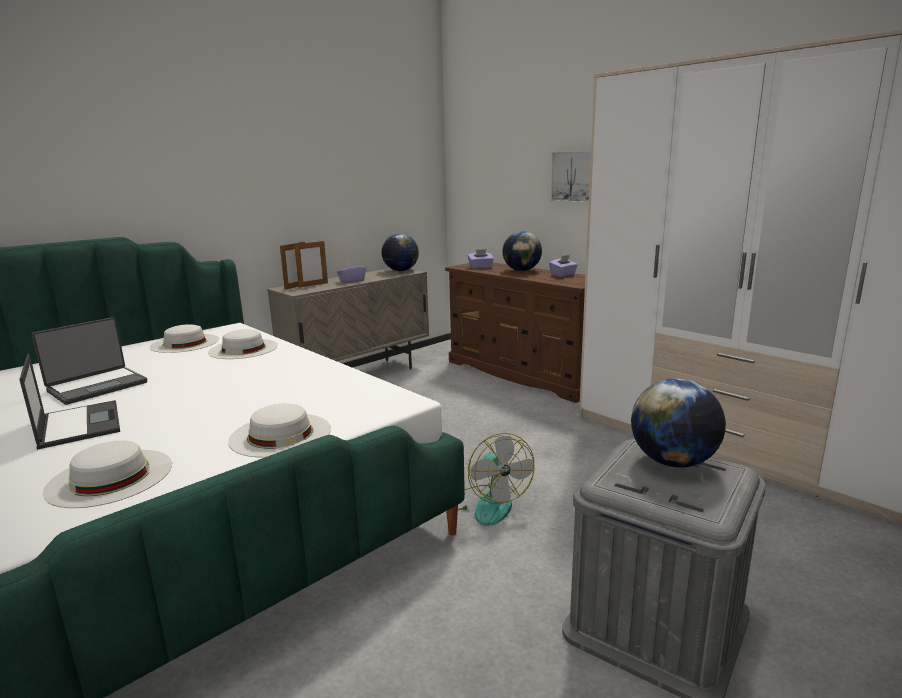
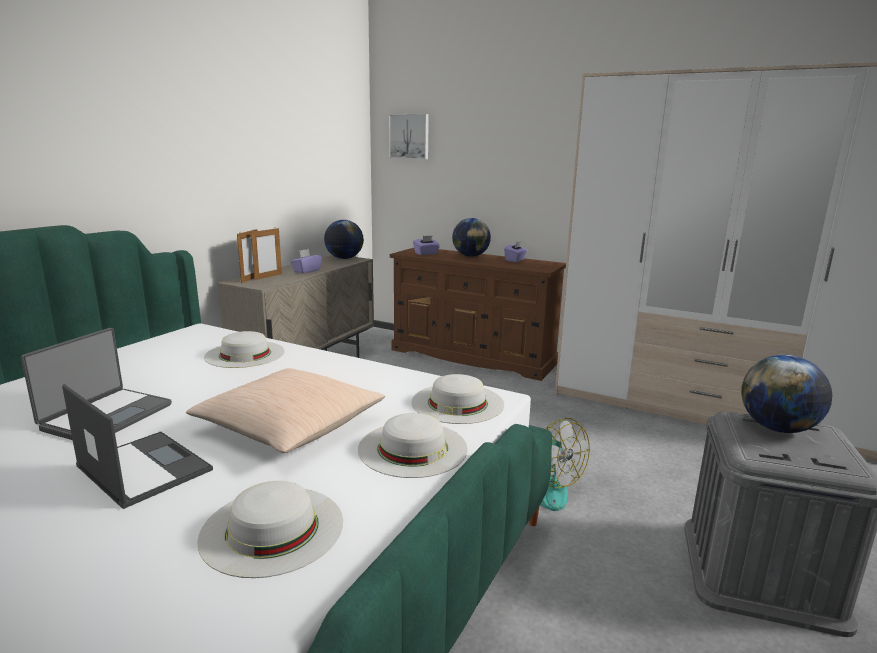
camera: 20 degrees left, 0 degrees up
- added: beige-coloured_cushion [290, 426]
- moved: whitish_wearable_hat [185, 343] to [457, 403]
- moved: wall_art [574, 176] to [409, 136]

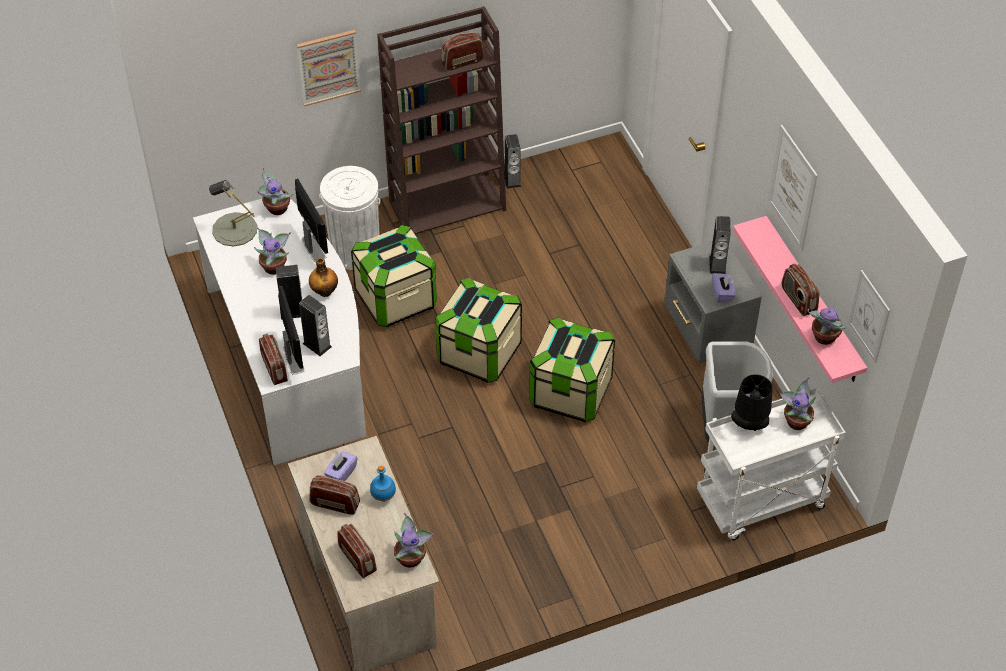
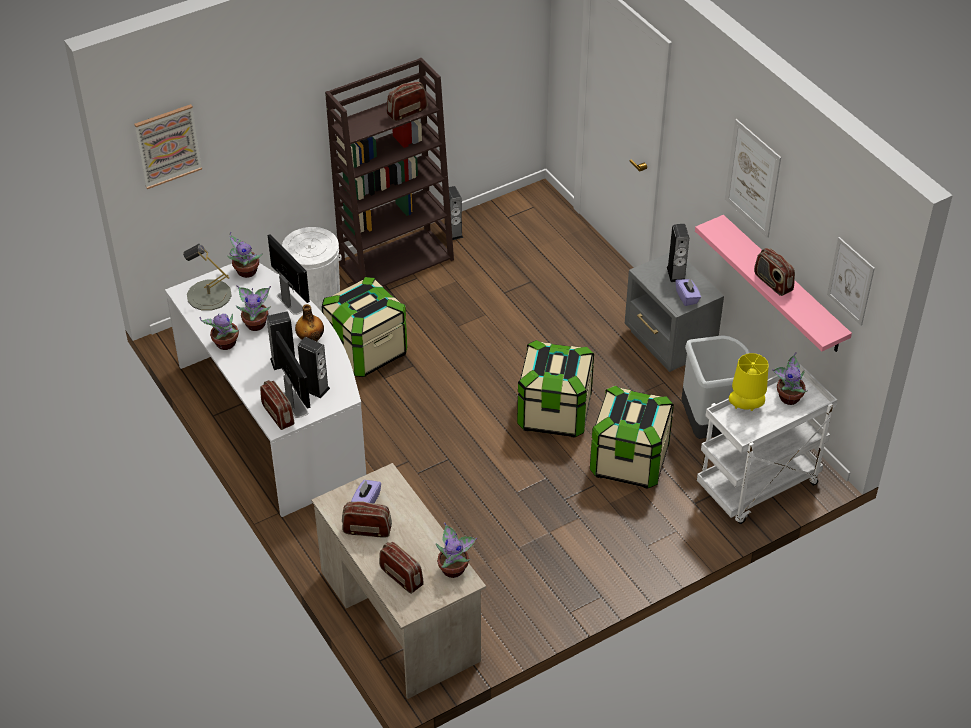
camera: 10 degrees left, 5 degrees down
- removed: bluish_drink_bottle [383, 496]
- moved: wall_art [328, 67] to [168, 146]
- moved: storage_bin [479, 353] to [629, 461]
- moved: houseplant [824, 338] to [225, 344]
- recoloured: black-coloured_tabletop_lamp [749, 426] to yellowish_tabletop_lamp [746, 407]

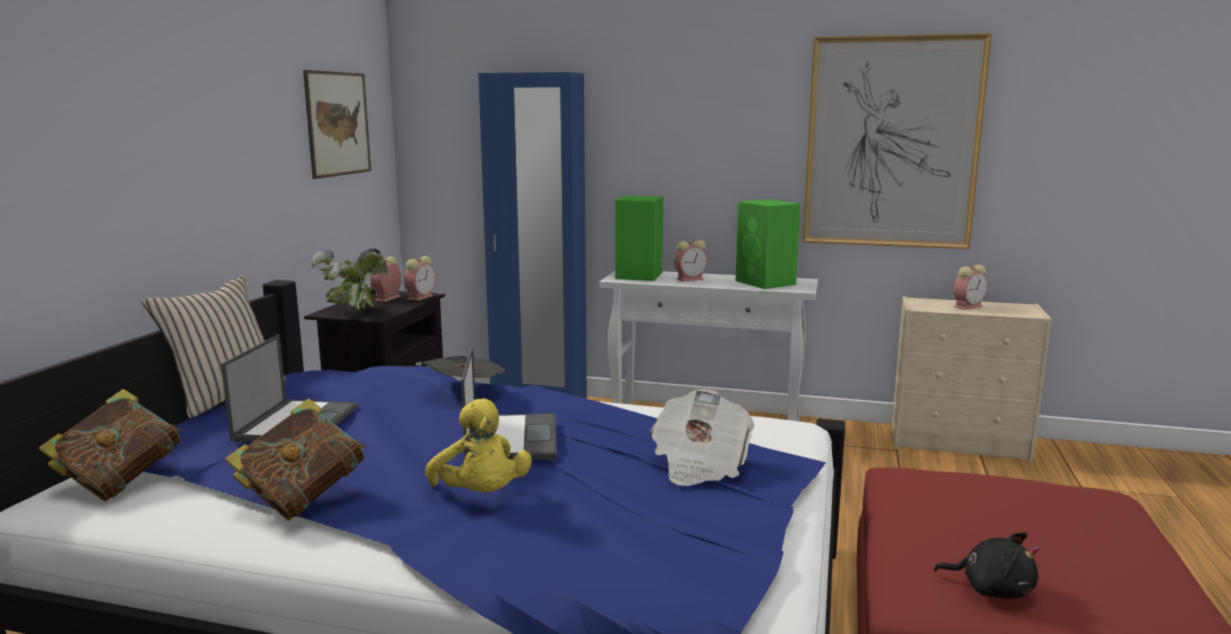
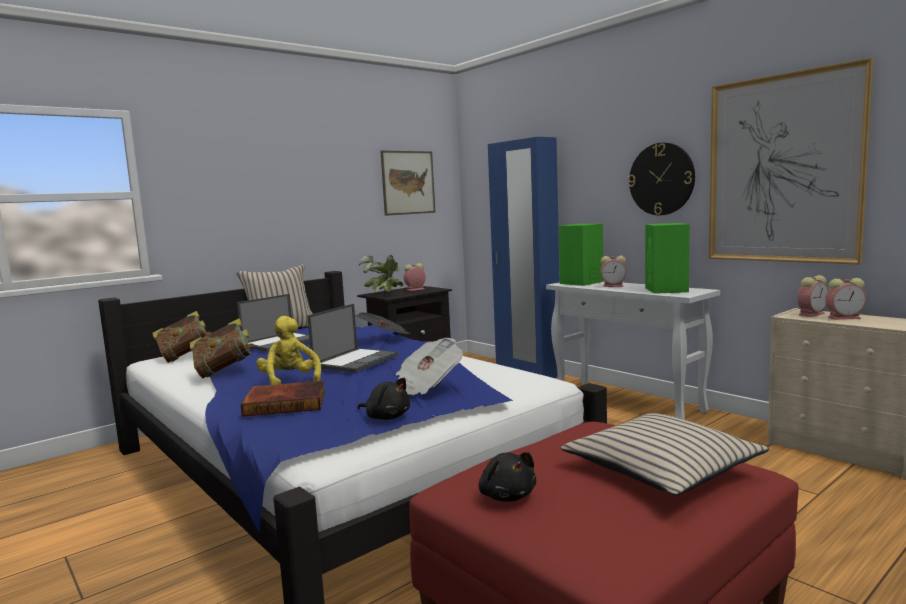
camera: 35 degrees right, 5 degrees down
- added: book [286, 402]
- added: black-coloured_cuddly_toy [386, 417]
- added: beige-coloured_cushion [661, 469]
- added: wall_clock [661, 179]
- moved: alarm_clock [421, 297] to [812, 314]
- turned: yellowish_cuddly_toy [481, 496] = [290, 382] 150 degrees clockwise

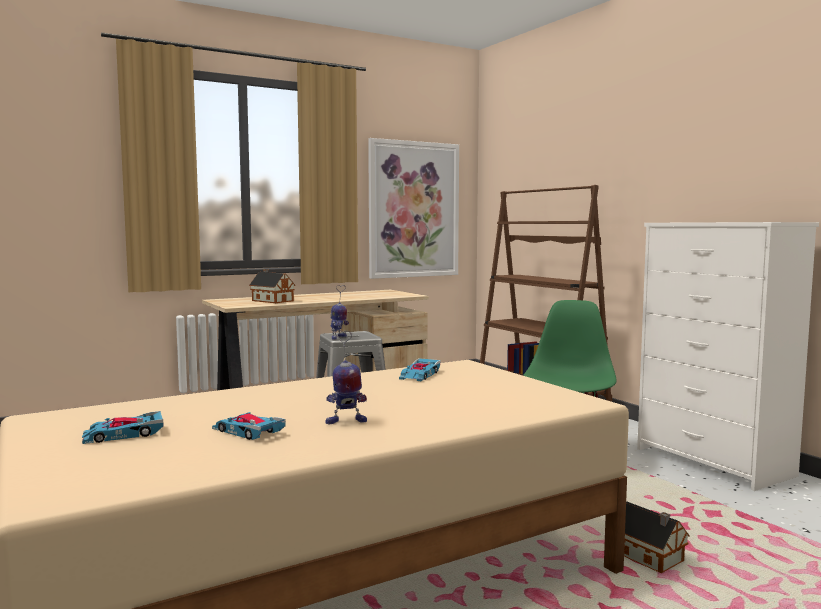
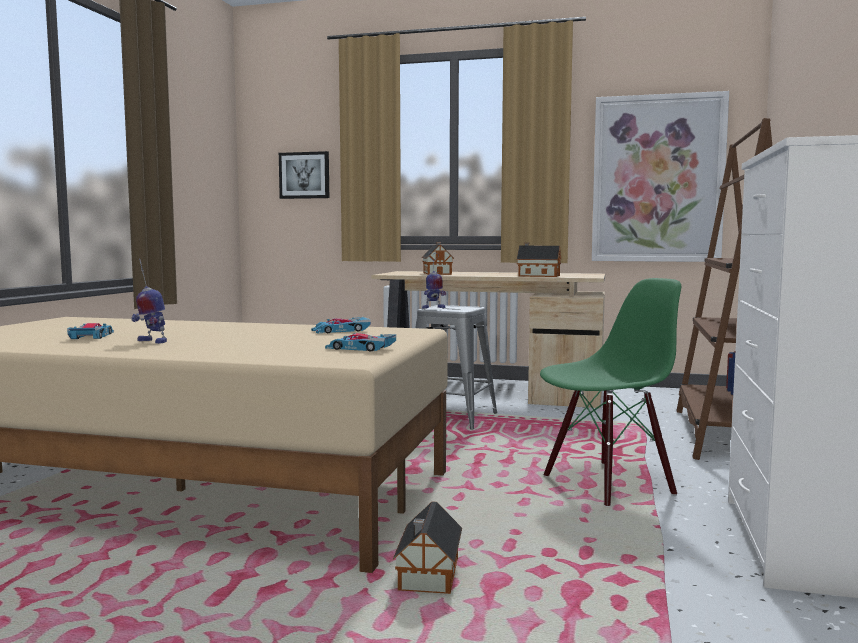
camera: 45 degrees right, 0 degrees up
- added: wall_art [304, 175]
- added: toy_house [537, 276]
- moved: toy_car [123, 434] to [360, 348]

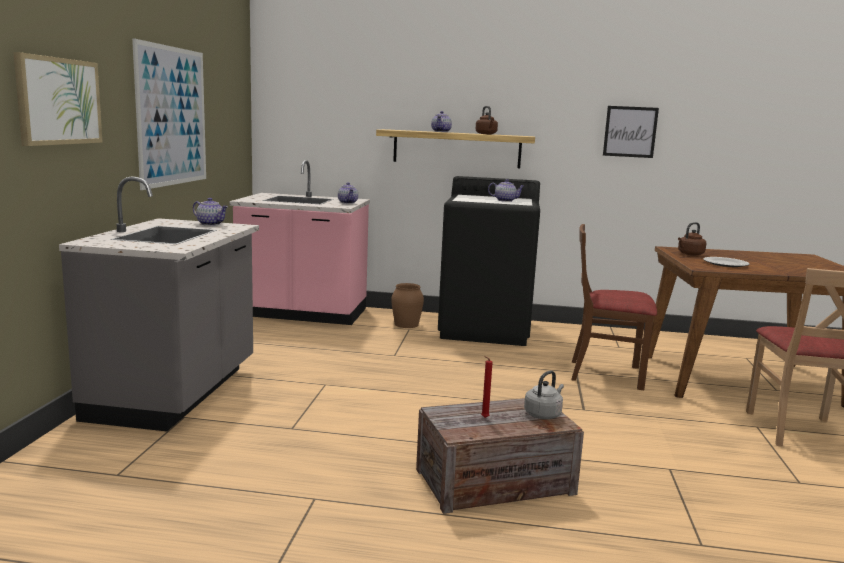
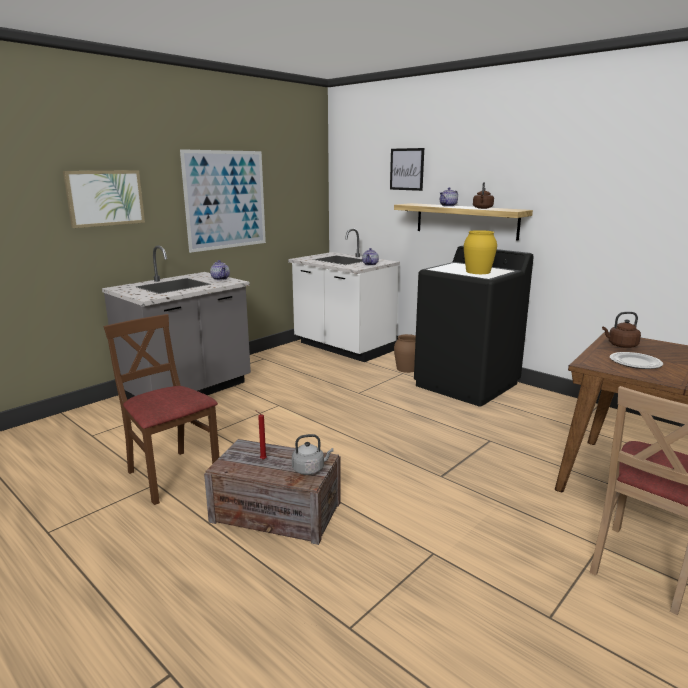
camera: 35 degrees right, 5 degrees up
- moved: brown-coloured_plain_chair [606, 374] to [172, 475]
- moved: wall_art [630, 131] to [407, 169]
- replaced: pot_for_tea [505, 200] to yellowish_vase [478, 272]
- recoloured: pinkish_kitchen_base_unit [302, 314] to whitish_kitchen_base_unit [343, 347]

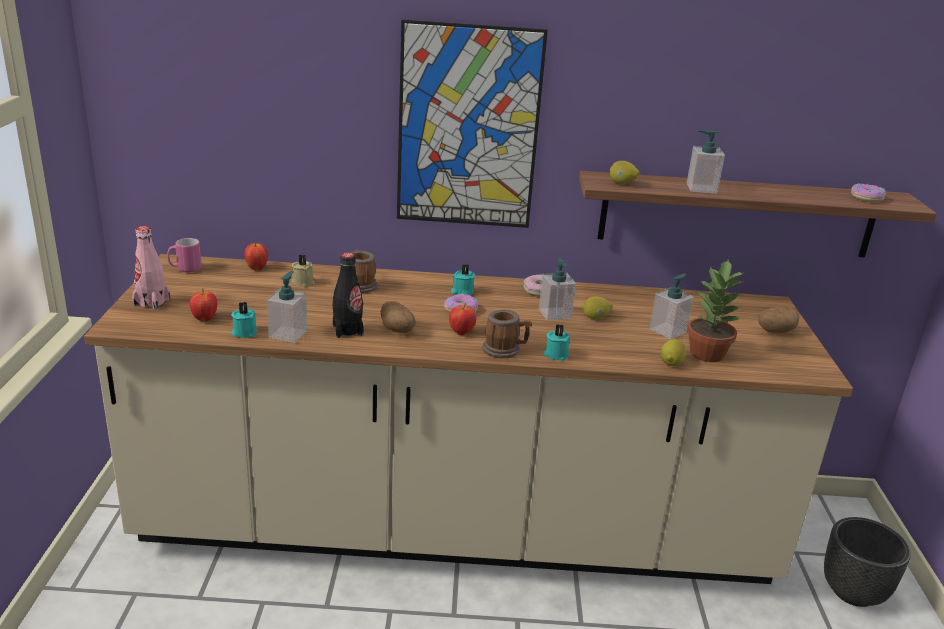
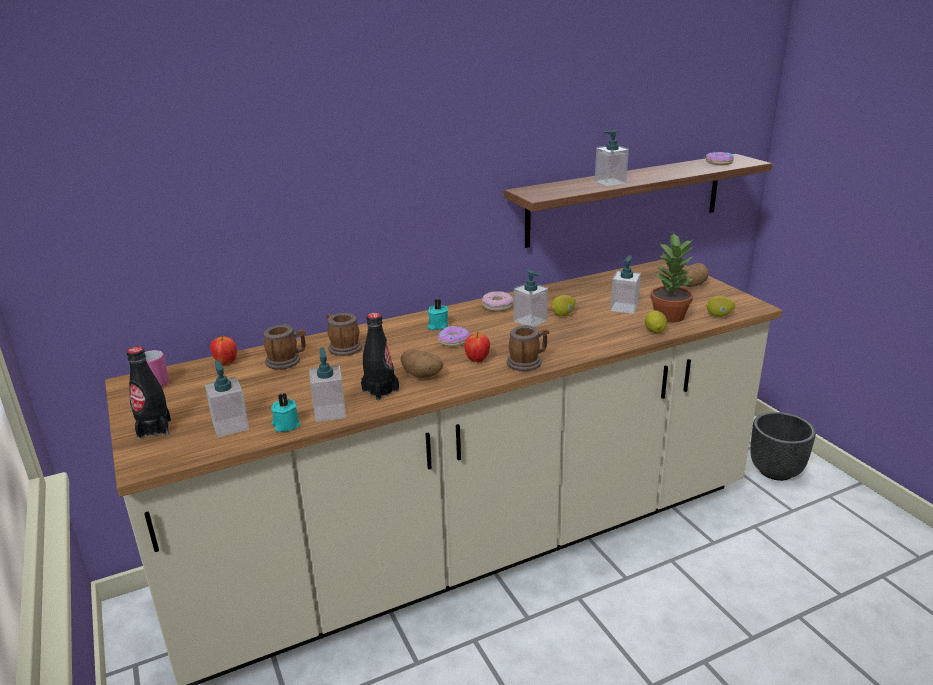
camera: 25 degrees left, 0 degrees up
- removed: wall_art [468, 128]
- removed: turquoise_candle [556, 354]
- moved: whole_lemon [622, 183] to [719, 315]
- replaced: apple [204, 319] to soap_bottle [230, 426]
- replaced: beige-coloured_candle [303, 282] to mug [287, 361]
- recoloured: pinkish_drink_bottle [151, 302] to black-coloured_drink_bottle [154, 429]

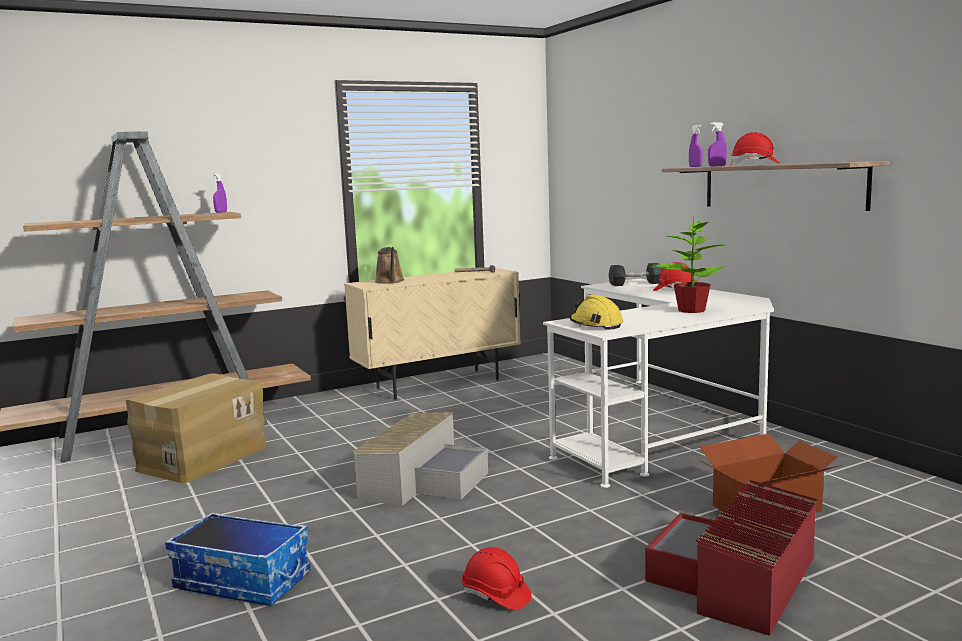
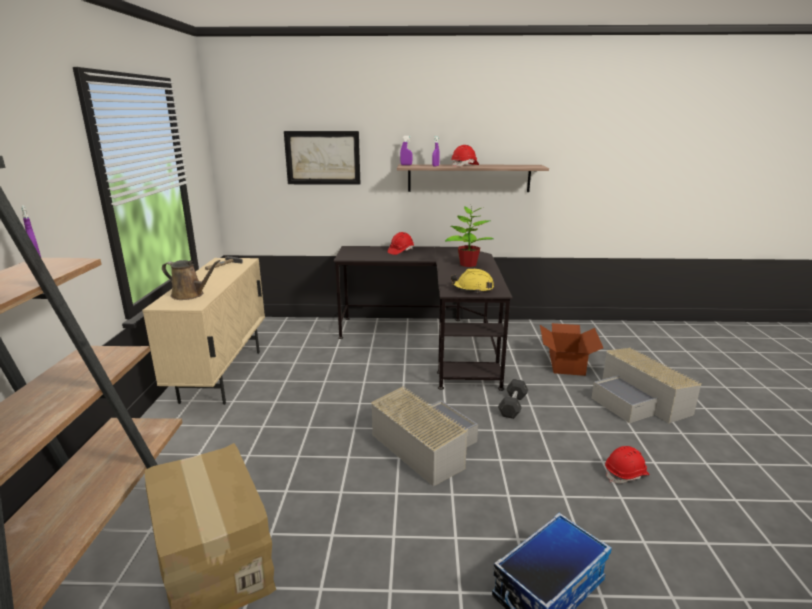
camera: 60 degrees left, 10 degrees up
- added: wall_art [323, 158]
- moved: gray_hand_weight [635, 284] to [512, 406]
- recoloured: whitish_desk_table [662, 426] to black-coloured_desk_table [430, 341]
- recoloured: reddish_storage_bin [736, 580] to gray_storage_bin [639, 401]

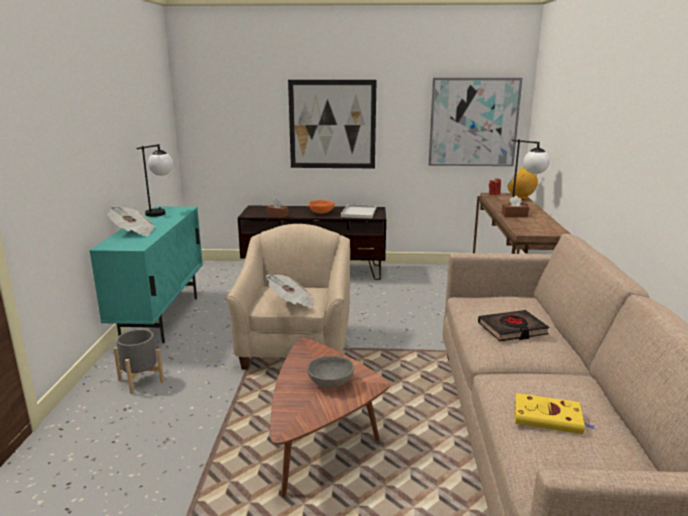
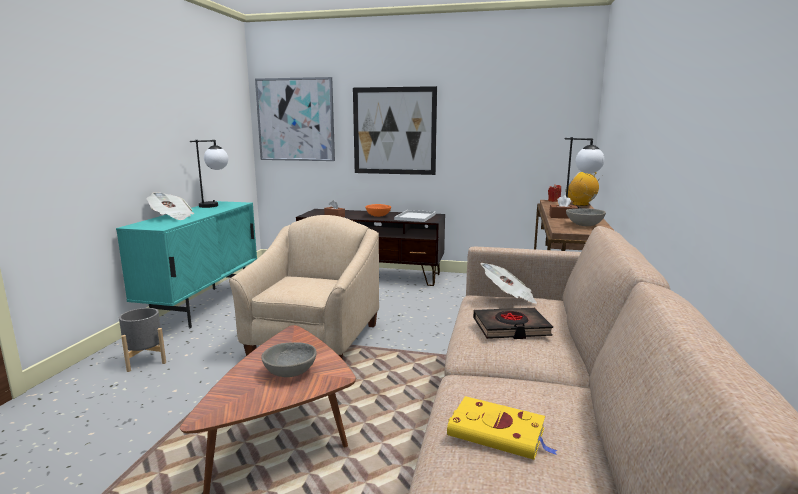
camera: 10 degrees right, 5 degrees down
- added: gray_deep_dish [584, 225]
- moved: newspaper [291, 302] to [508, 297]
- moved: wall_art [473, 122] to [296, 120]

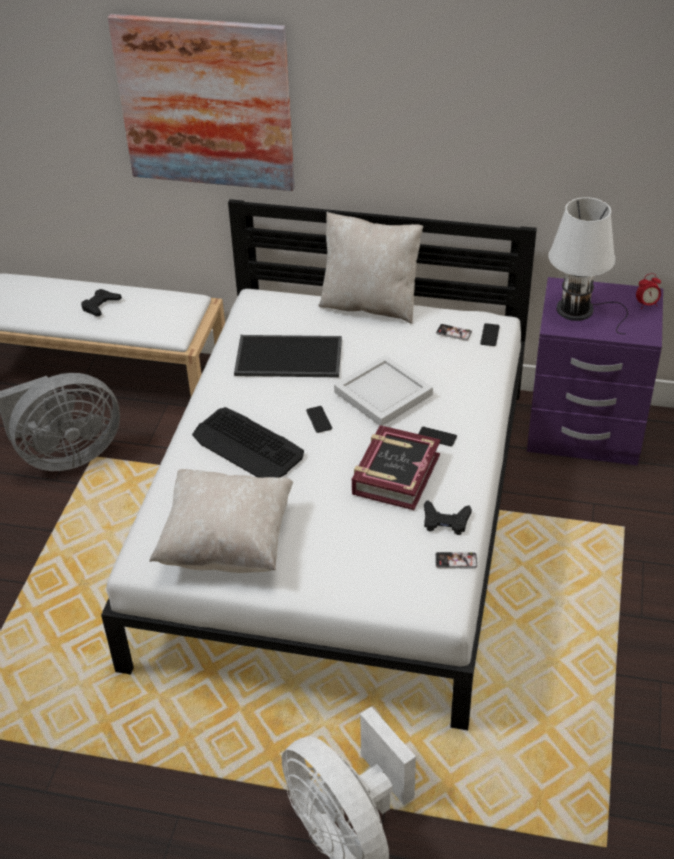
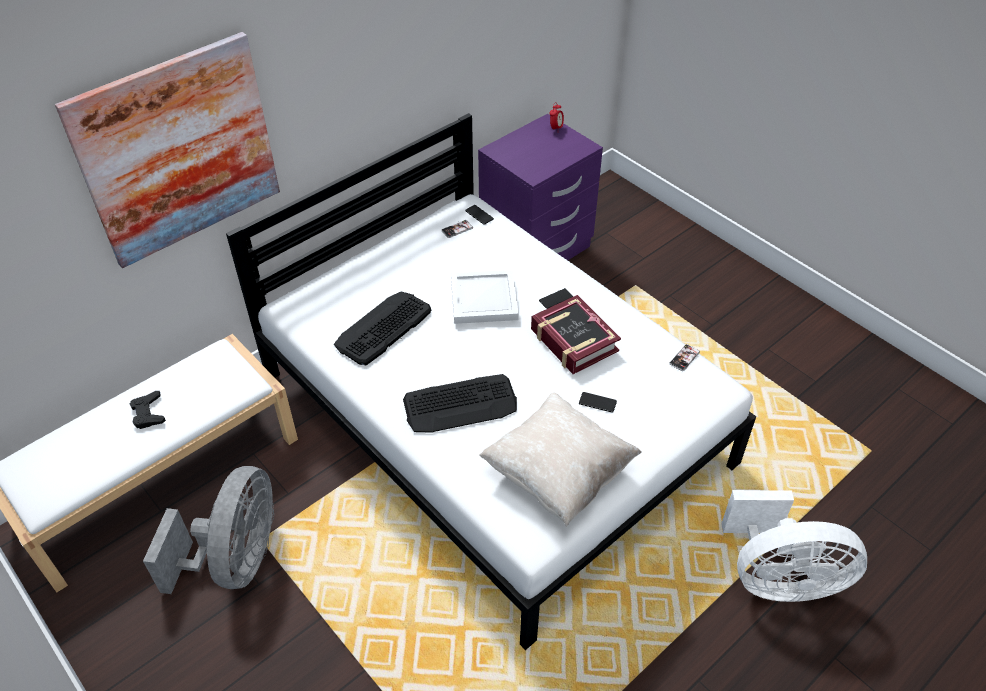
camera: 55 degrees left, 5 degrees up
- removed: beige-coloured_cushion [370, 305]
- removed: black-coloured_gamepad [445, 521]
- removed: whitish_tabletop_lamp [579, 310]
- moved: handset [319, 420] to [597, 402]
- replaced: serving_tray [287, 358] to keyboard [383, 328]

